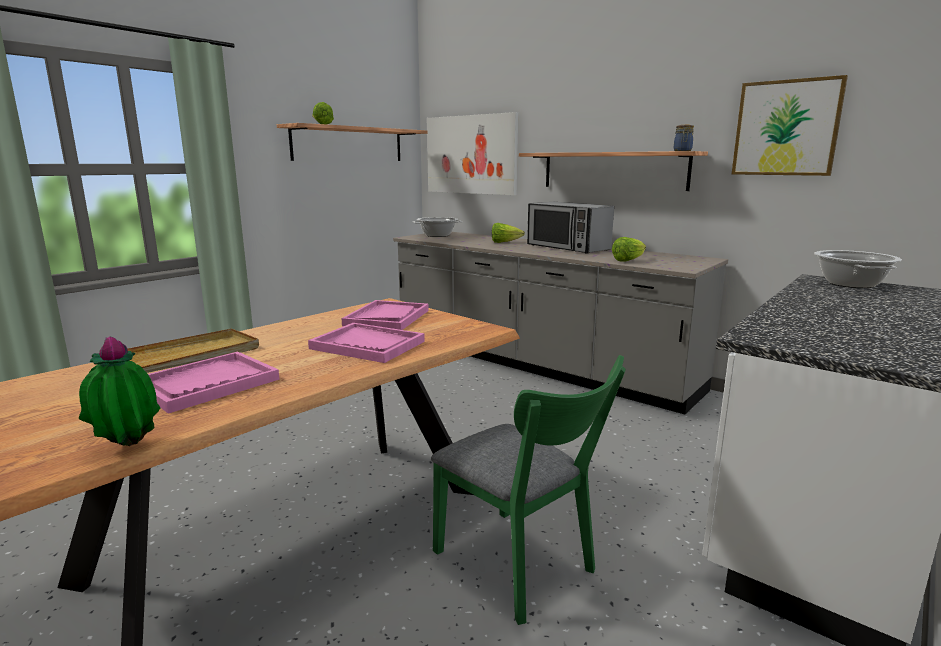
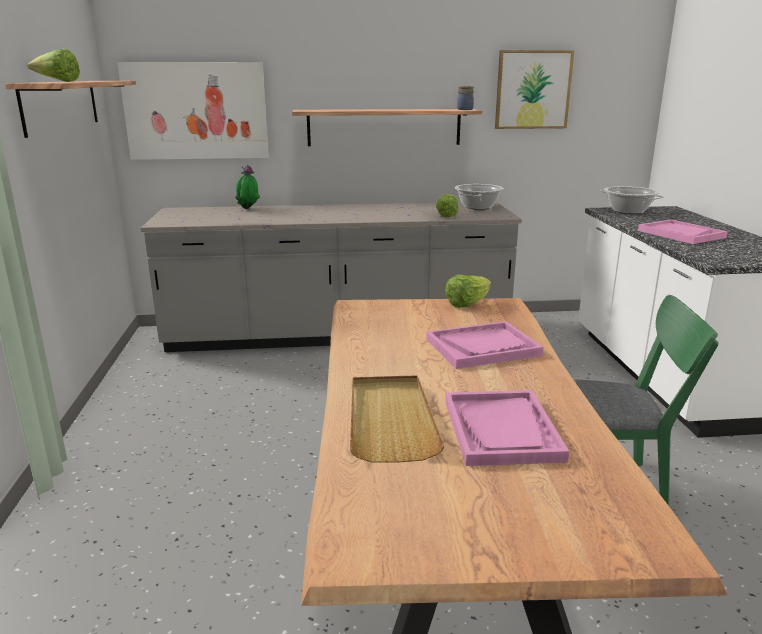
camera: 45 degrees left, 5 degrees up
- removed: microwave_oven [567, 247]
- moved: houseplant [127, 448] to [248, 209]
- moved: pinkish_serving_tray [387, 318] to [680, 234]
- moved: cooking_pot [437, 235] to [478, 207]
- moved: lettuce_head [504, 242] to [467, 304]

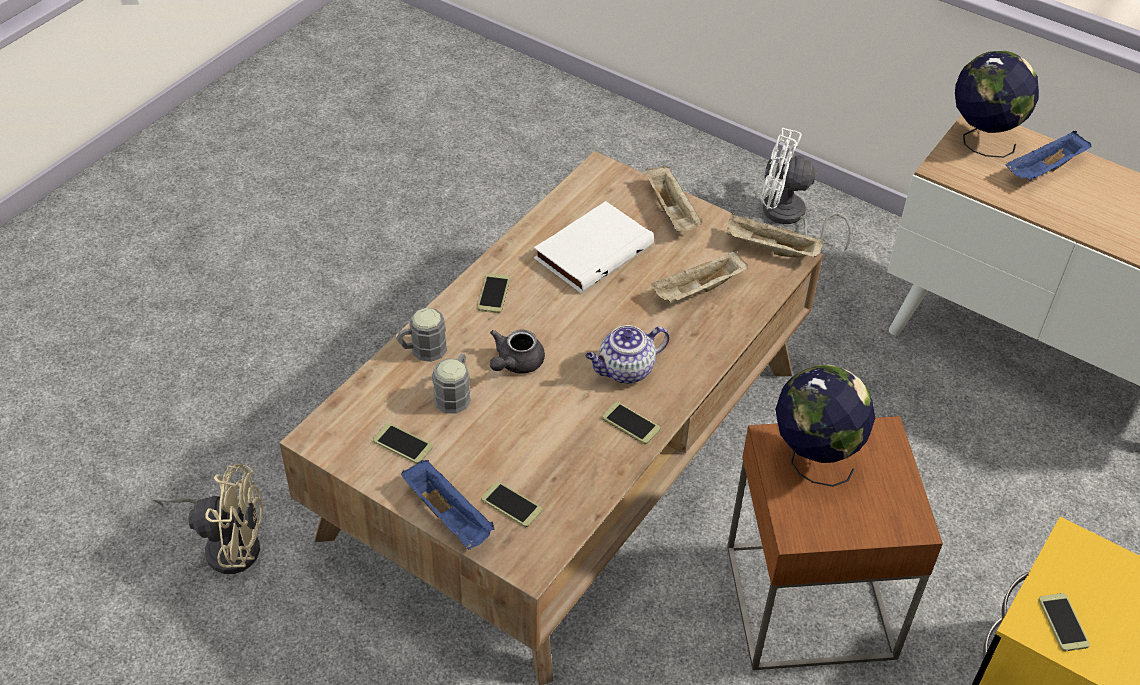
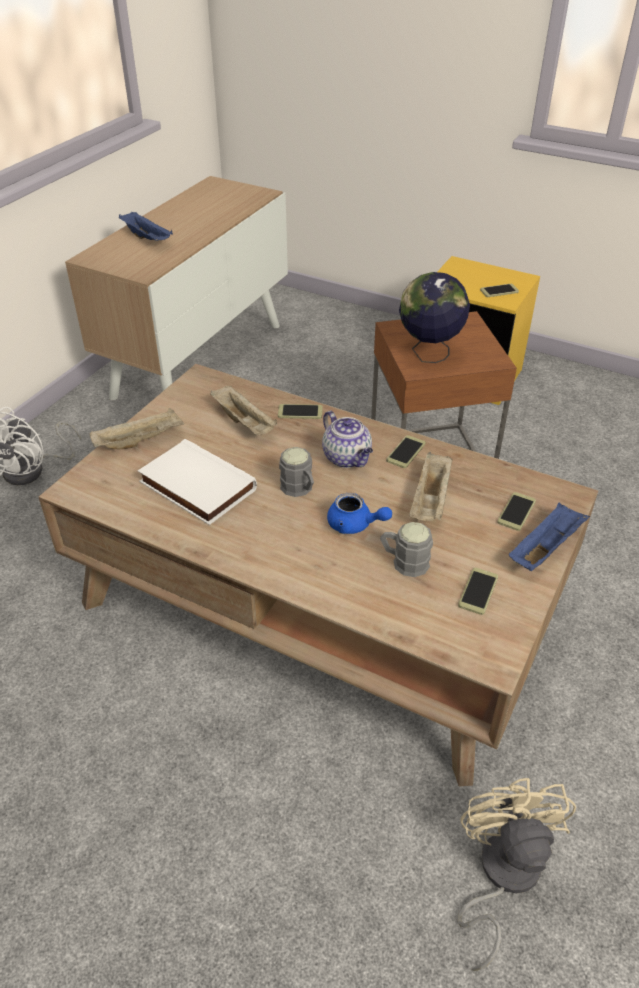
camera: 95 degrees left, 5 degrees down
- removed: desk_globe [981, 141]
- moved: gray_mug [422, 350] to [299, 489]
- moved: handset [493, 294] to [300, 412]
- moved: beige-coloured_serving_tray [770, 249] to [431, 500]
- recoloured: gray_pot_for_tea [515, 363] to bluish_pot_for_tea [355, 525]

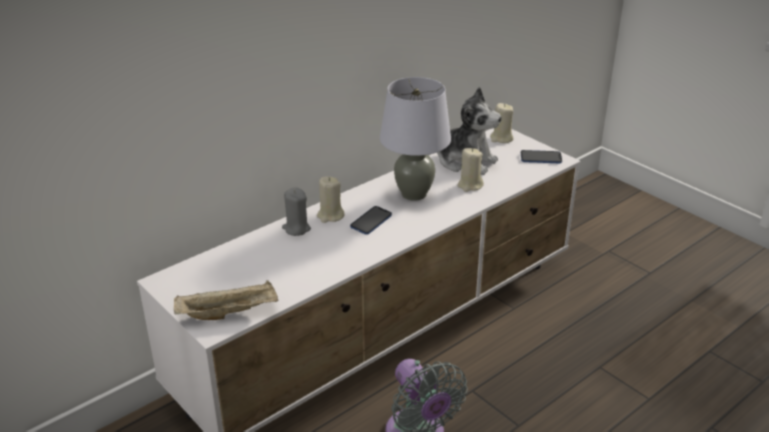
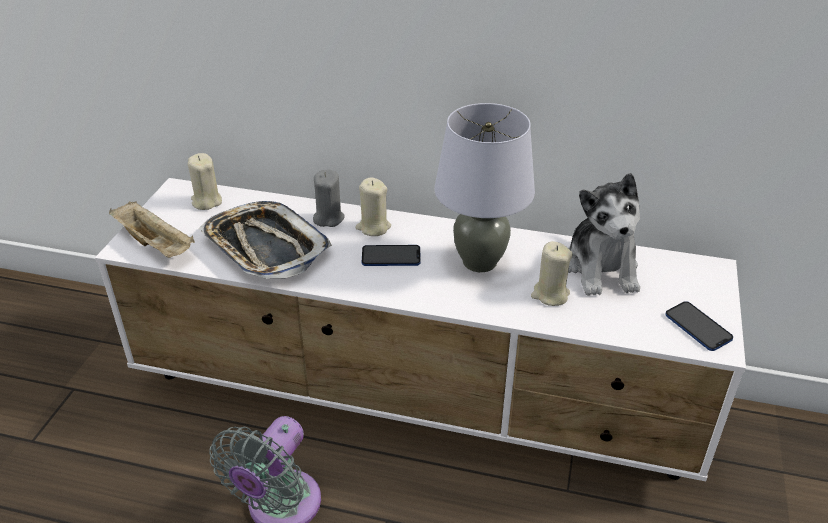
camera: 55 degrees right, 5 degrees up
- added: serving_tray [265, 247]
- moved: beige-coloured_candle [501, 138] to [206, 201]

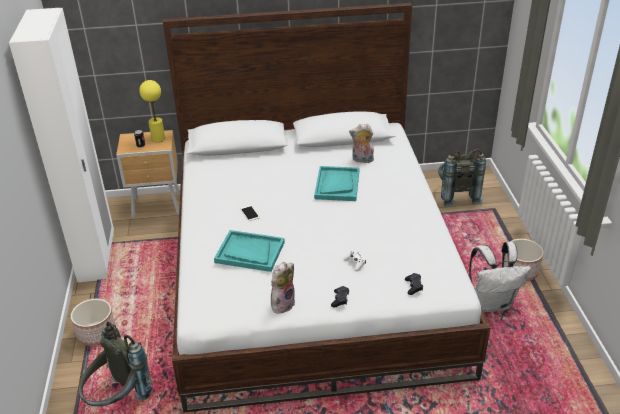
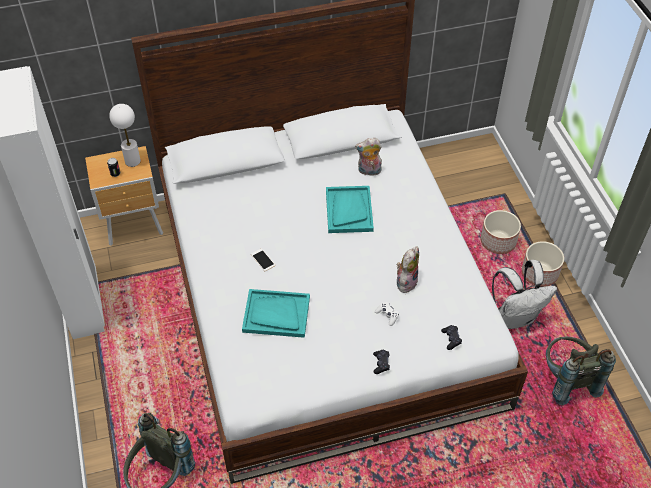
camera: 10 degrees left, 15 degrees up
- moved: plant_pot [96, 333] to [497, 241]
- moved: cuddly_toy [282, 303] to [406, 281]
- moved: gray_rucksack [456, 195] to [567, 380]
- recoloured: yellowish_tabletop_lamp [158, 138] to whitish_tabletop_lamp [133, 161]

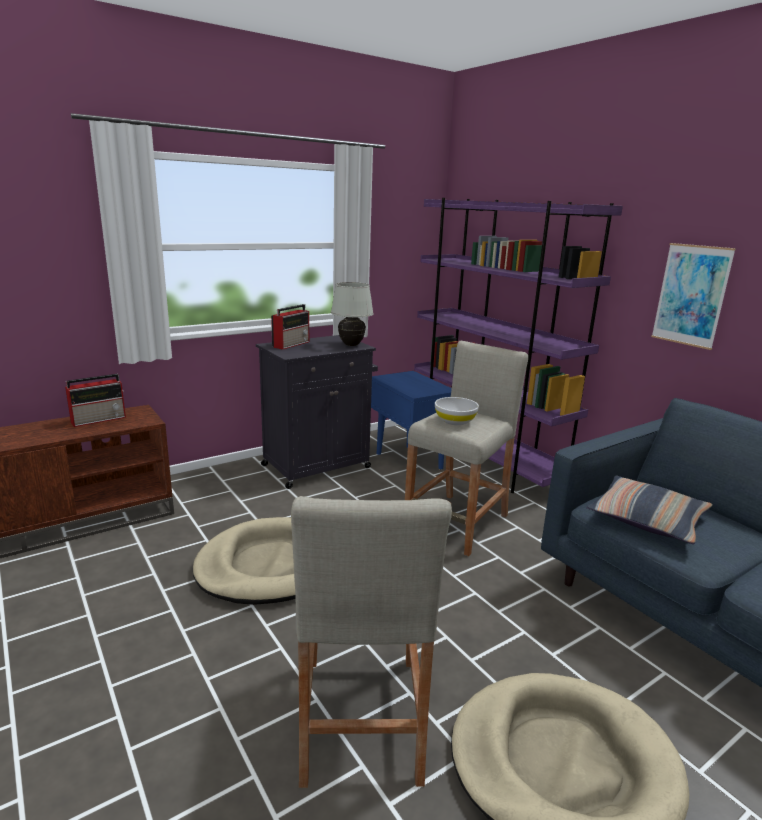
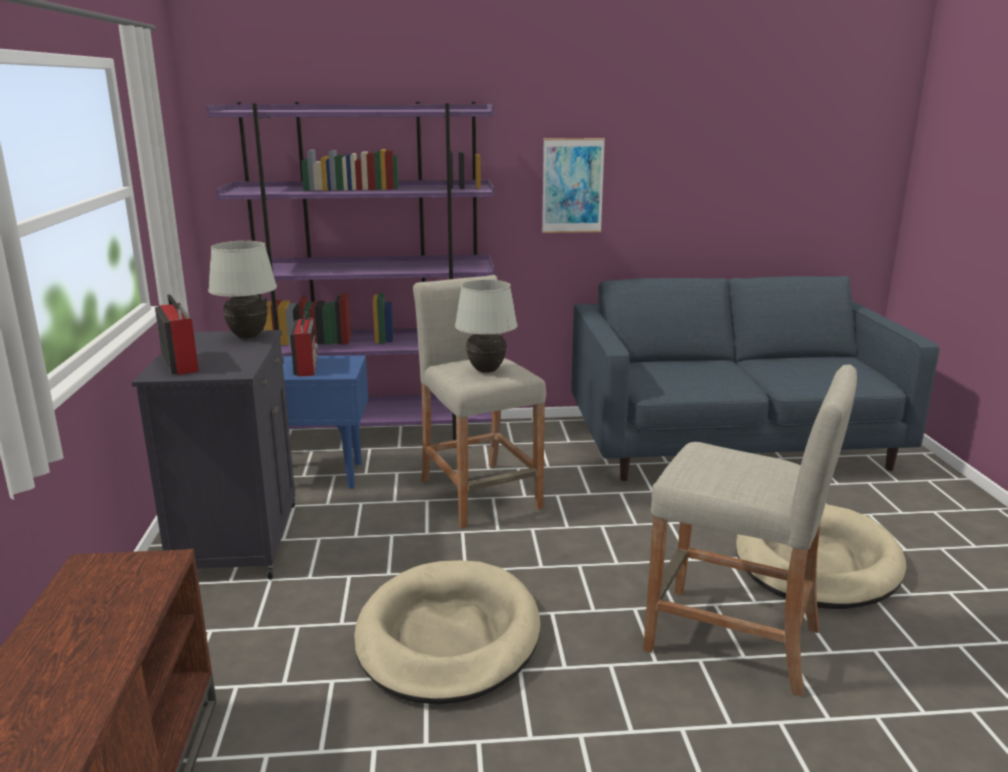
camera: 60 degrees left, 0 degrees up
- removed: cushion [647, 519]
- moved: radio [99, 419] to [306, 366]
- replaced: whitish_deep_dish [455, 421] to whitish_tabletop_lamp [486, 371]

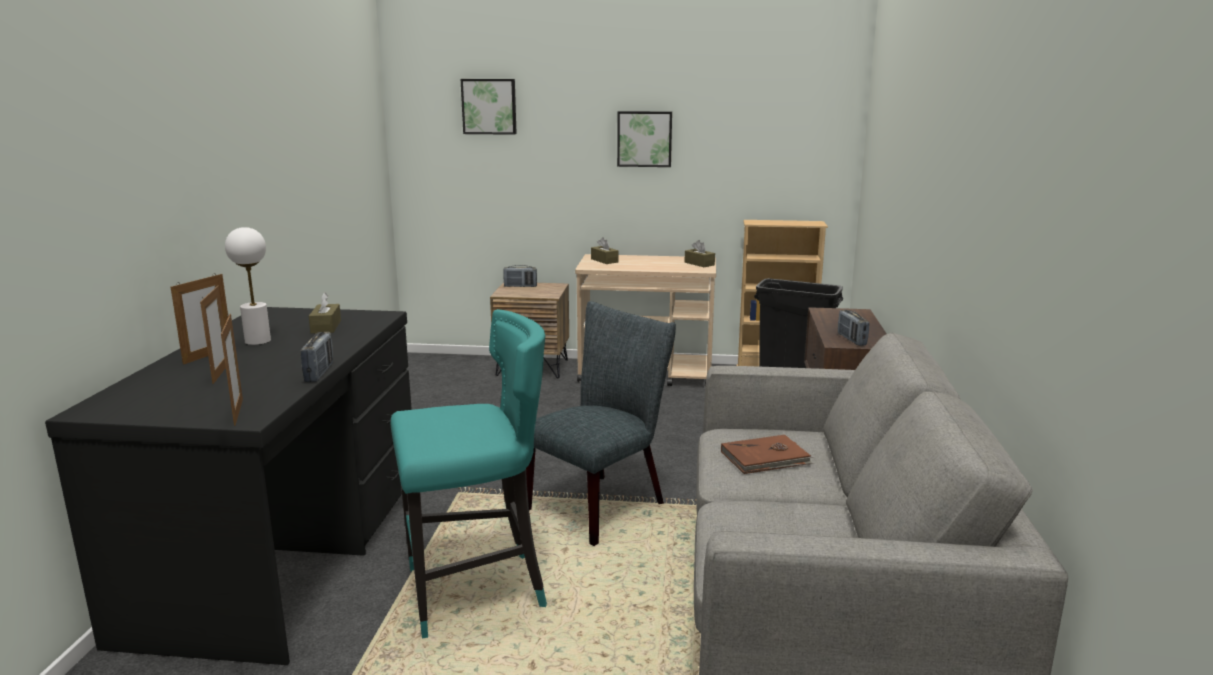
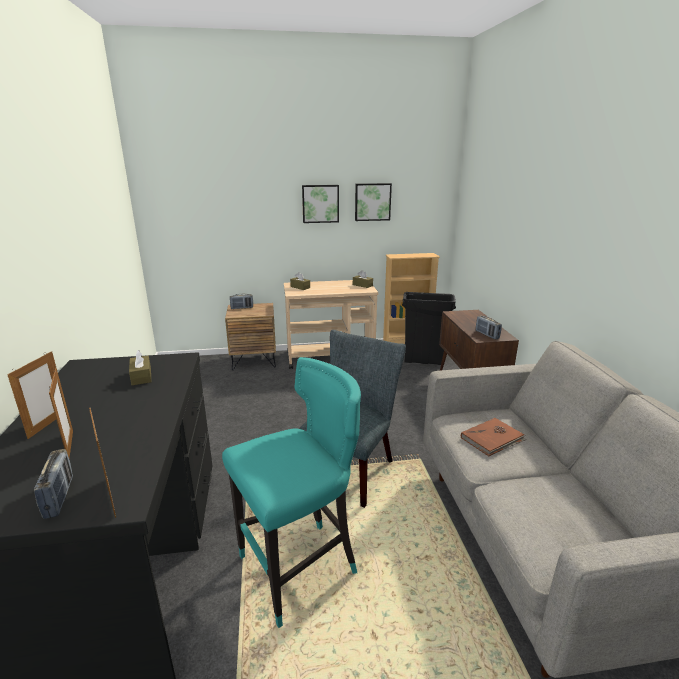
camera: 15 degrees left, 5 degrees up
- removed: whitish_tabletop_lamp [257, 341]
- moved: radio [319, 373] to [59, 497]
- moved: wall_art [489, 106] to [372, 202]

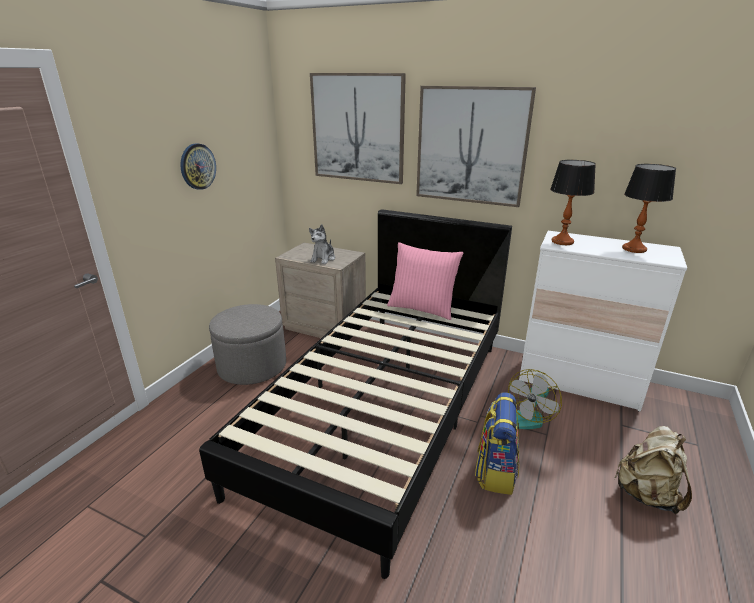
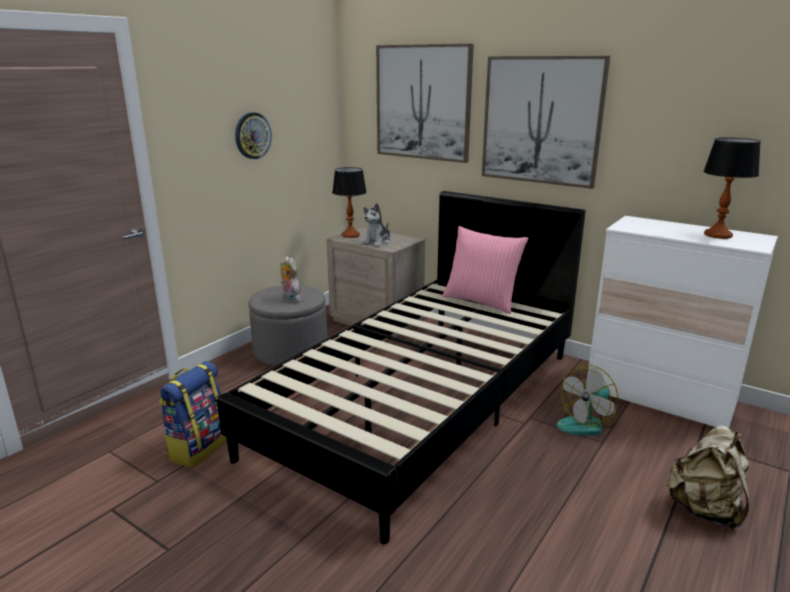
camera: 10 degrees right, 5 degrees down
- added: cuddly_toy [290, 299]
- moved: rucksack [495, 471] to [198, 447]
- moved: tabletop_lamp [562, 241] to [350, 235]

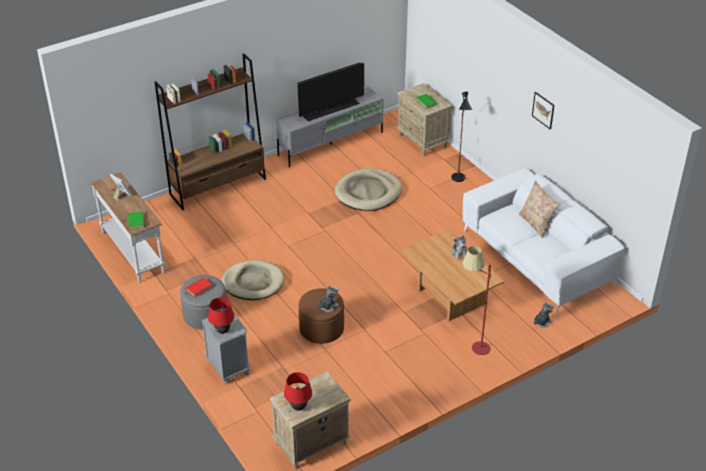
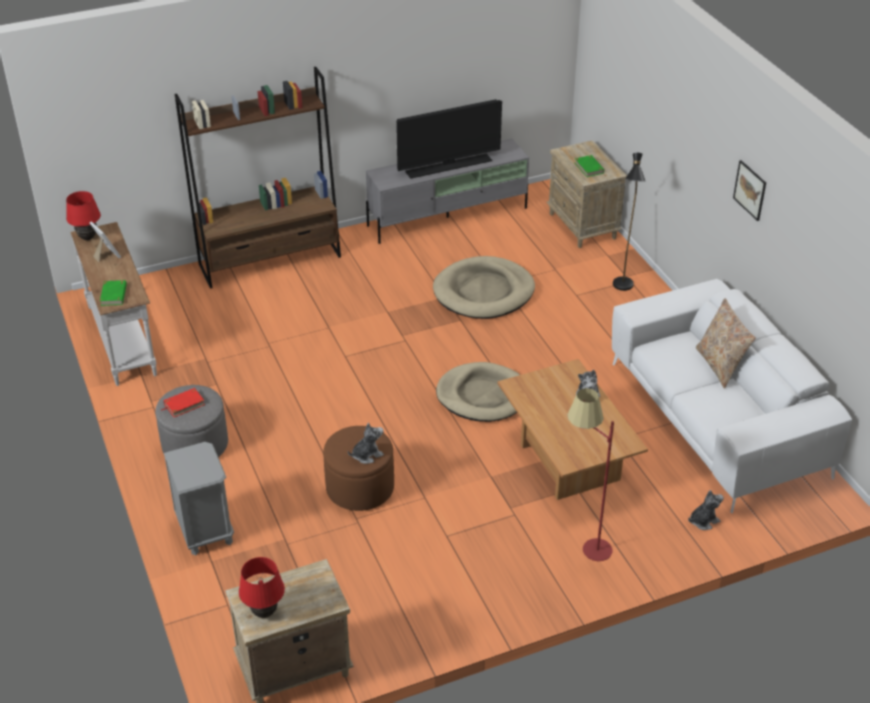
camera: 10 degrees right, 0 degrees up
- moved: reddish_tabletop_lamp [222, 331] to [87, 238]
- moved: beige-coloured_dog_bed [253, 282] to [482, 395]

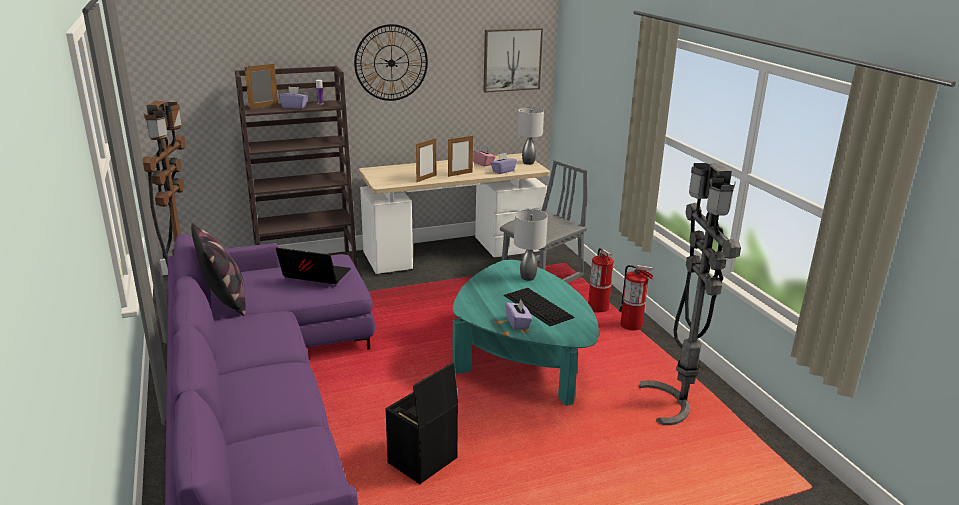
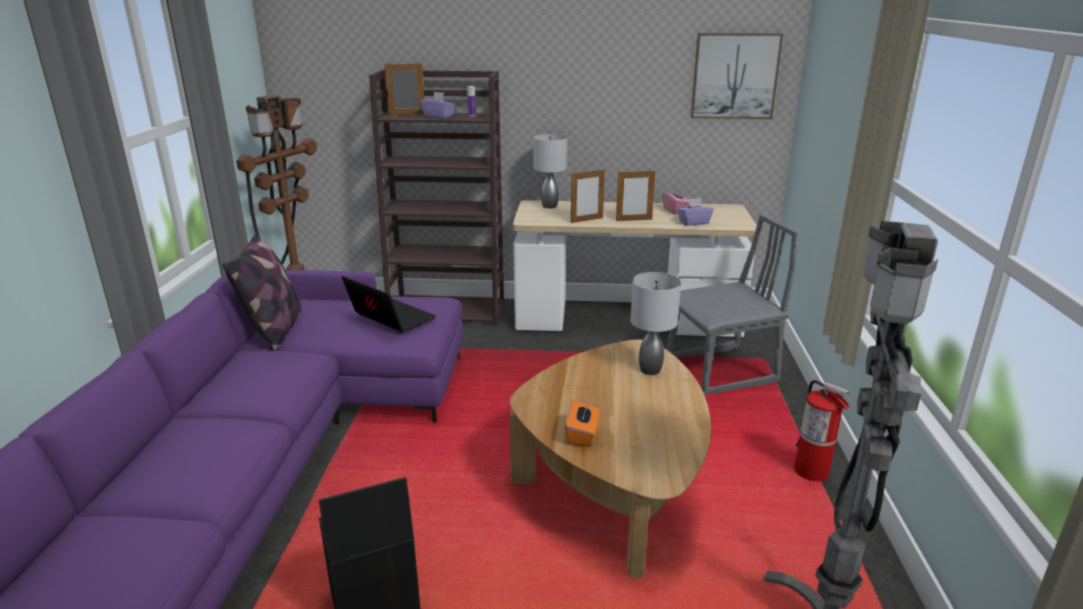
camera: 25 degrees right, 0 degrees up
- removed: wall_clock [391, 63]
- removed: keyboard [539, 306]
- removed: extinguisher [598, 308]
- moved: gray_tabletop_lamp [528, 163] to [549, 206]
- recoloured: turquoise_coffee_table [521, 359] to brown-coloured_coffee_table [615, 484]
- recoloured: purple-coloured_tissue_box [518, 323] to orangey_tissue_box [582, 435]

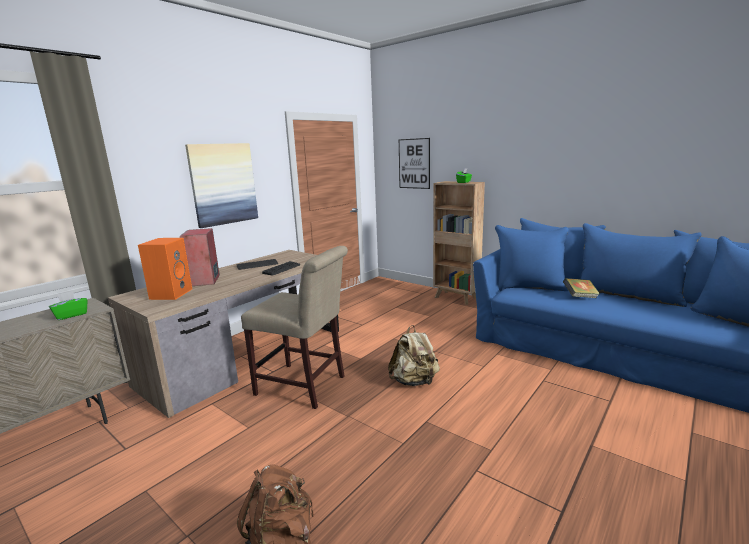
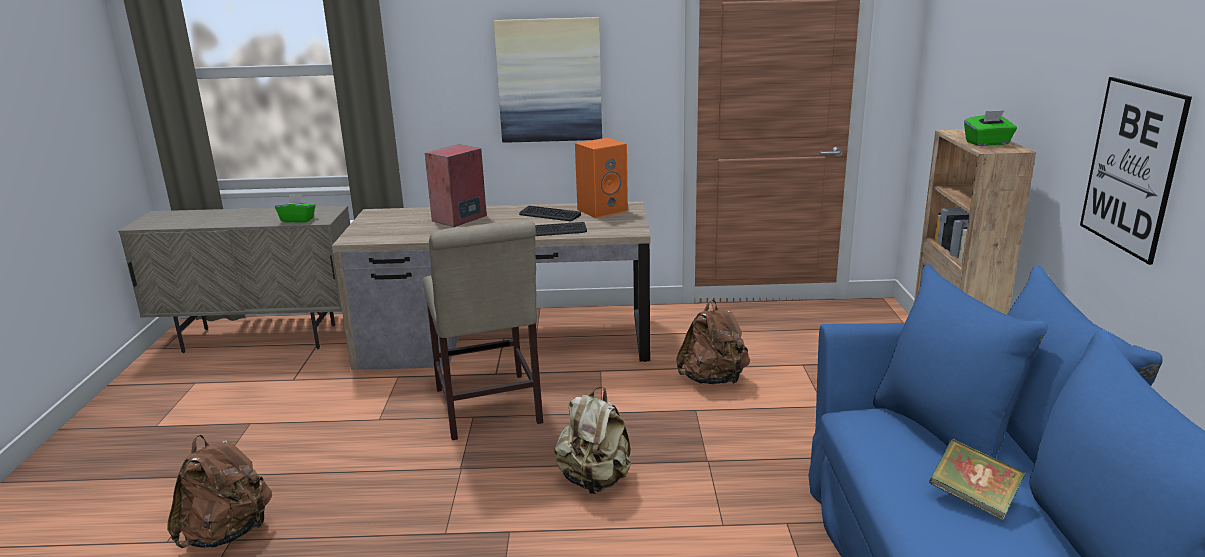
camera: 50 degrees right, 5 degrees up
- added: brown-coloured_rucksack [713, 380]
- moved: orangey_speaker [171, 293] to [603, 210]
- moved: wall_art [414, 163] to [1131, 167]

